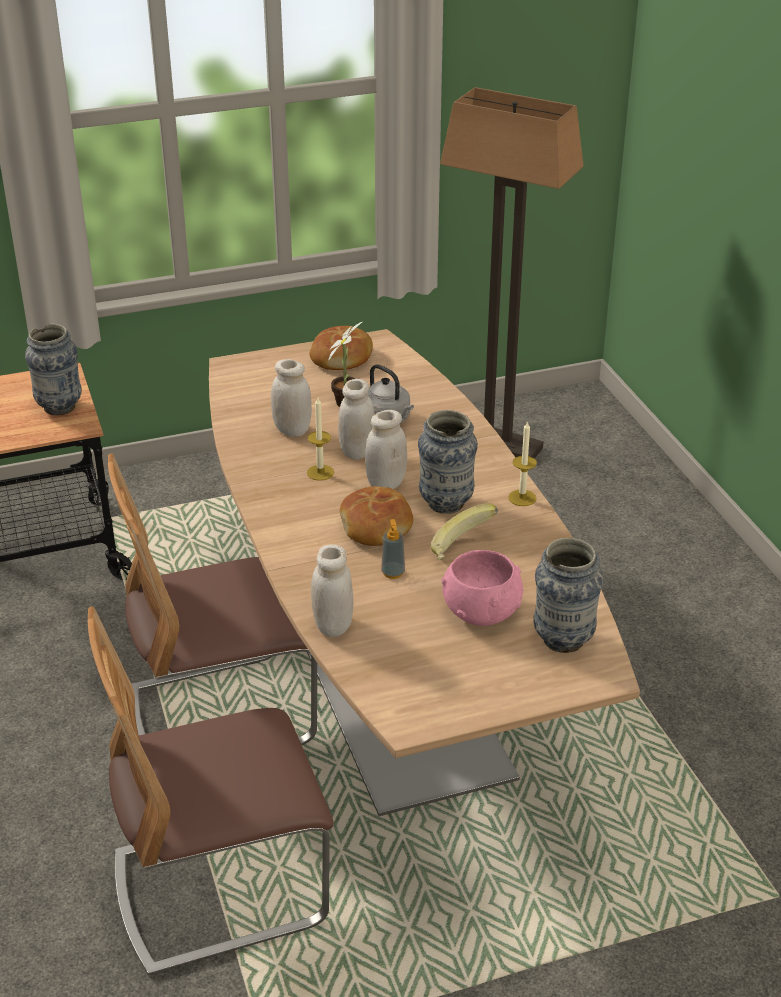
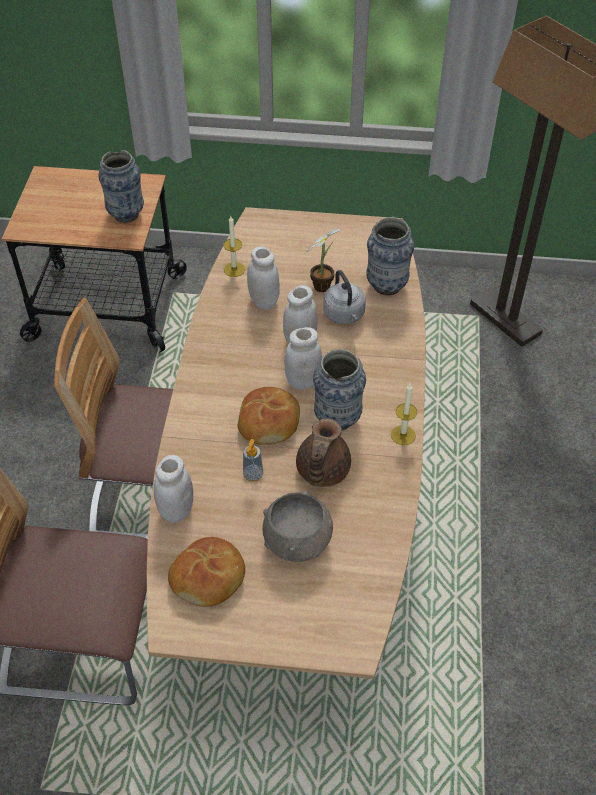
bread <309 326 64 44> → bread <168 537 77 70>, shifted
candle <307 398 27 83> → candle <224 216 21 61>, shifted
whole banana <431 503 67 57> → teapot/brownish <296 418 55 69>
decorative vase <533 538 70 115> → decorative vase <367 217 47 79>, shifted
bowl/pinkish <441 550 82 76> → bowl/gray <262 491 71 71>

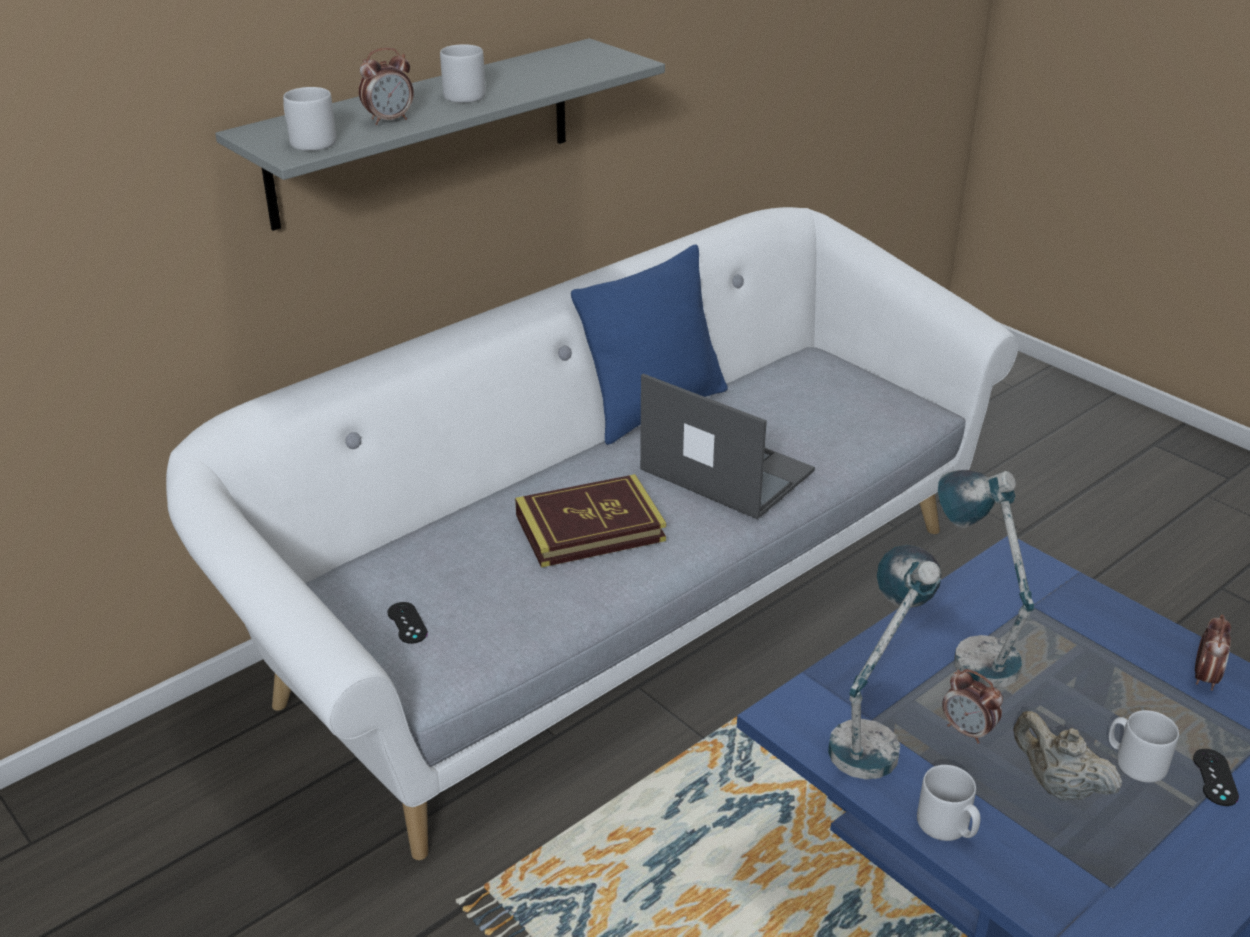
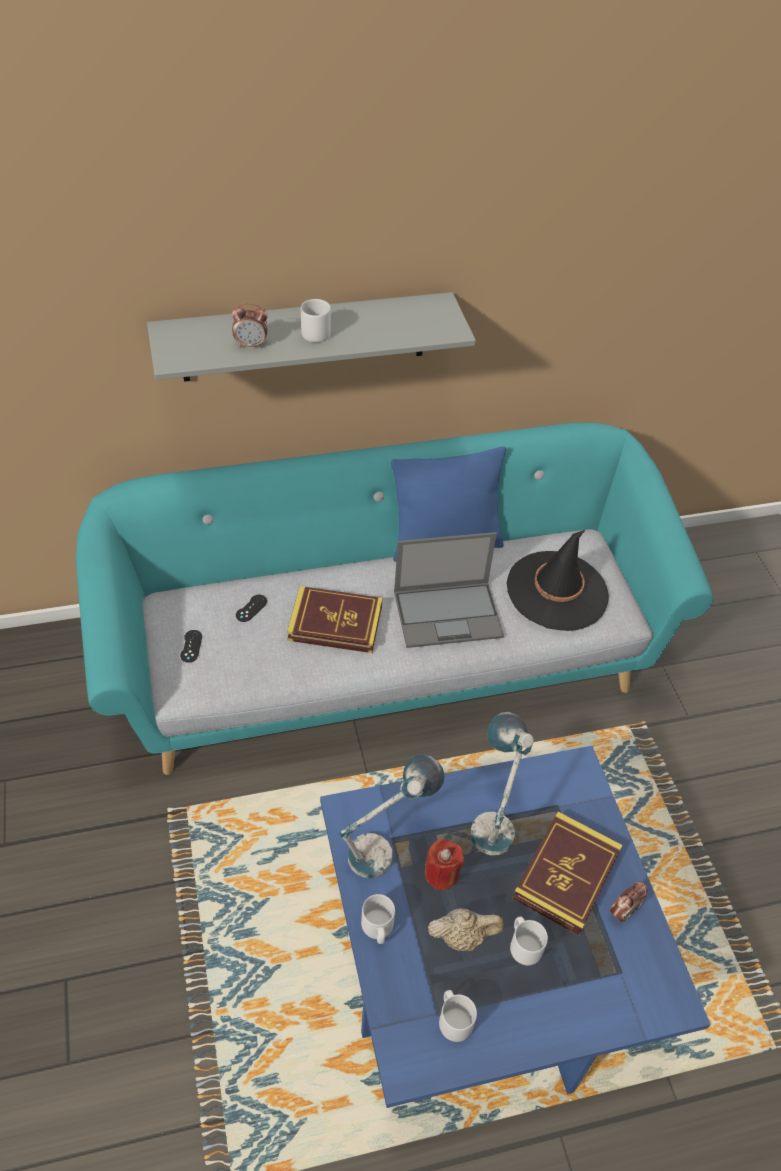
coffee mug/gray <283 87 53 64> → coffee mug/gray <439 990 38 52>, shifted
couch/white-coloured <166 207 852 653> → couch/turquoise <76 423 637 352>
notebook computer <640 374 175 145> → notebook computer <394 532 110 116>, 105 degrees clockwise
alarm clock <942 669 61 75> → candle/red-coloured <425 839 39 51>
teapot/beige-coloured <1013 711 109 90> → teapot/beige-coloured <428 908 77 43>, 105 degrees clockwise
gamepad/black-coloured <1193 749 46 57> → gamepad/black-coloured <236 595 31 27>, shifted
- → wearable hat/black-coloured <506 530 103 101>
- → volume <512 812 110 124>

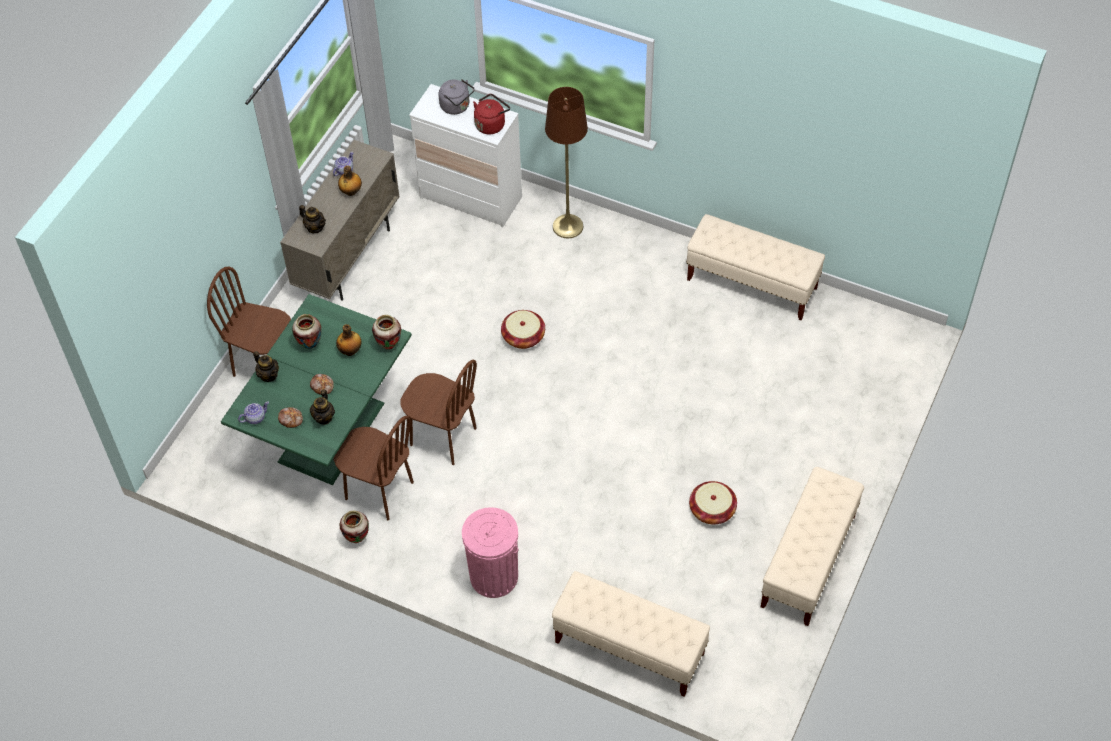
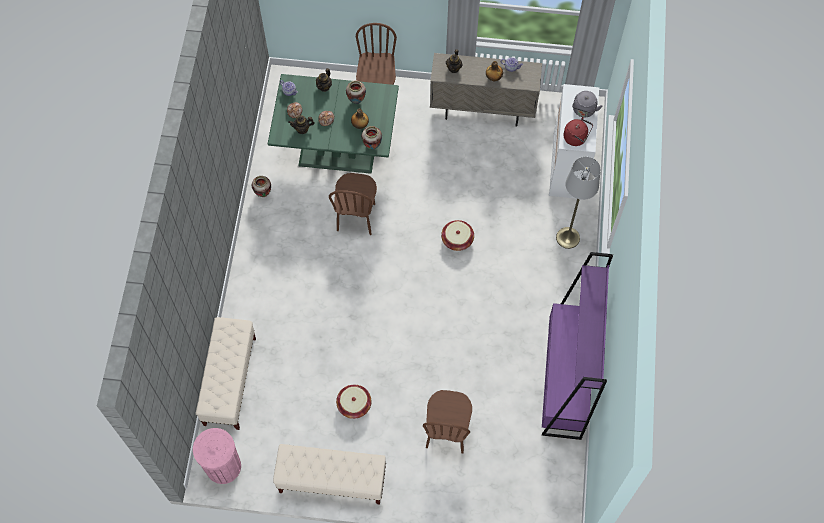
standing lamp/brownish <545 87 43 151> → standing lamp/gray <556 157 45 92>
indoor bench/beige-coloured <686 214 139 106> → bookcase/purple-coloured <542 252 71 188>
upright chair/brownish <334 416 80 104> → upright chair/brownish <423 390 49 64>, shifted
waste bin/pinkish <462 507 56 91> → waste bin/pinkish <193 428 48 56>, shifted

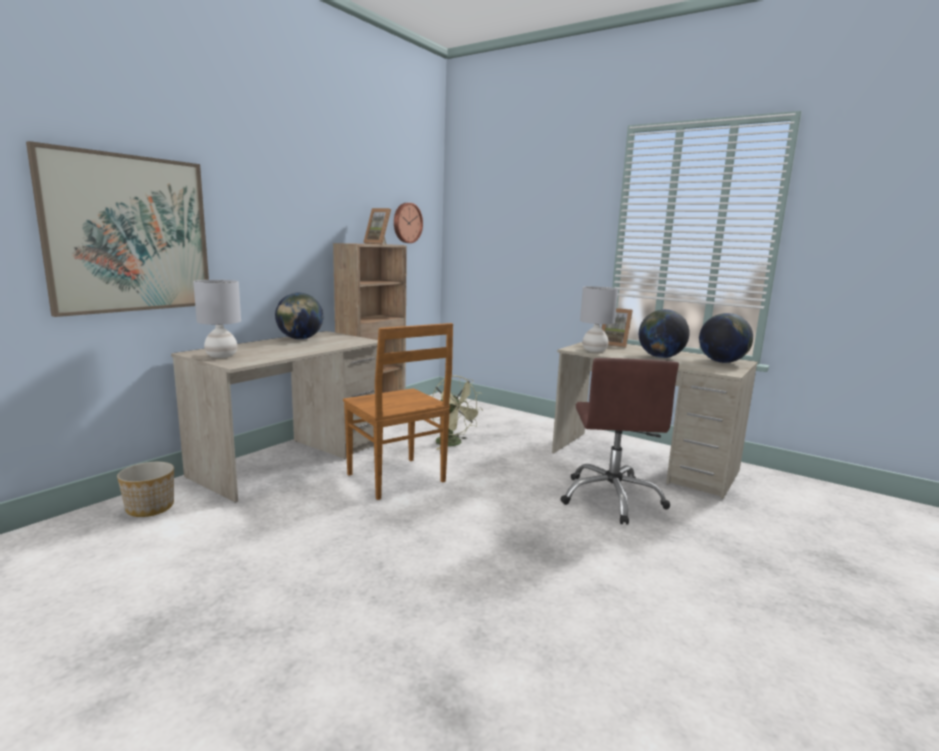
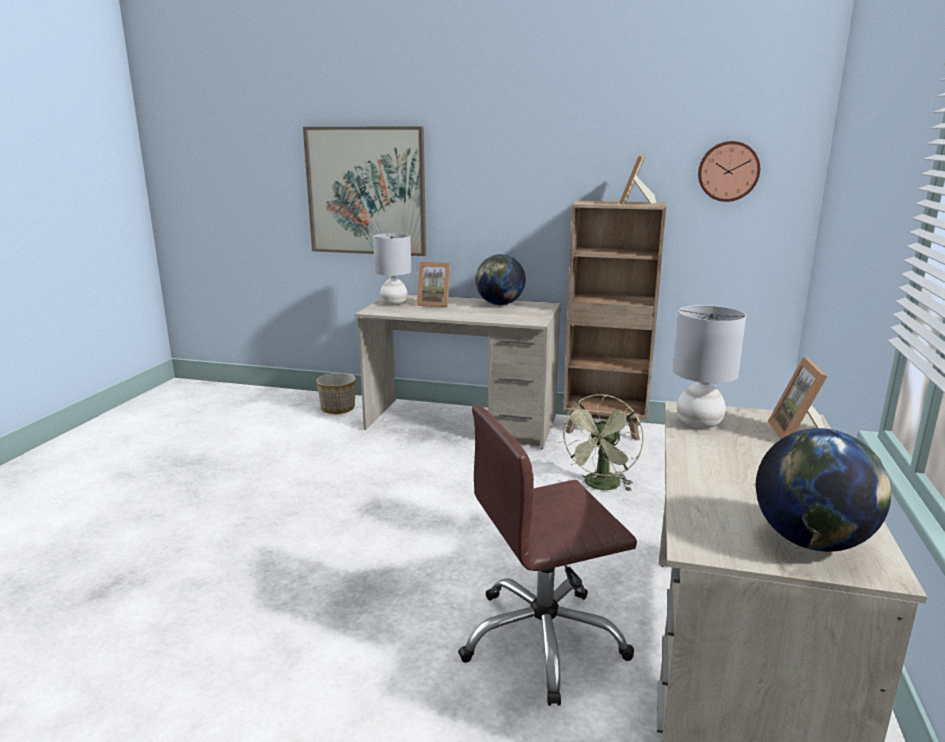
globe <639 309 51 49> → -
upright chair/brownish <343 323 110 177> → -
- → picture frame <417 262 33 45>

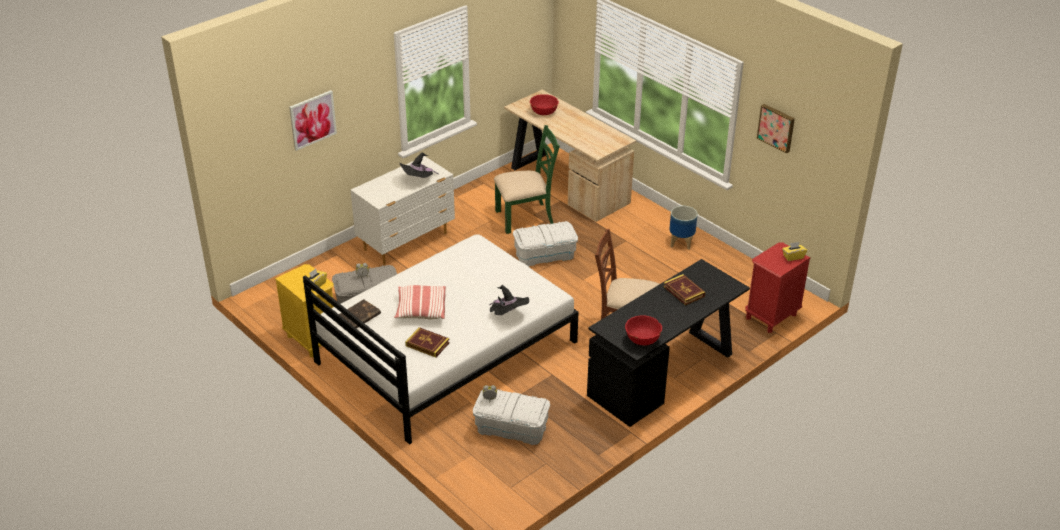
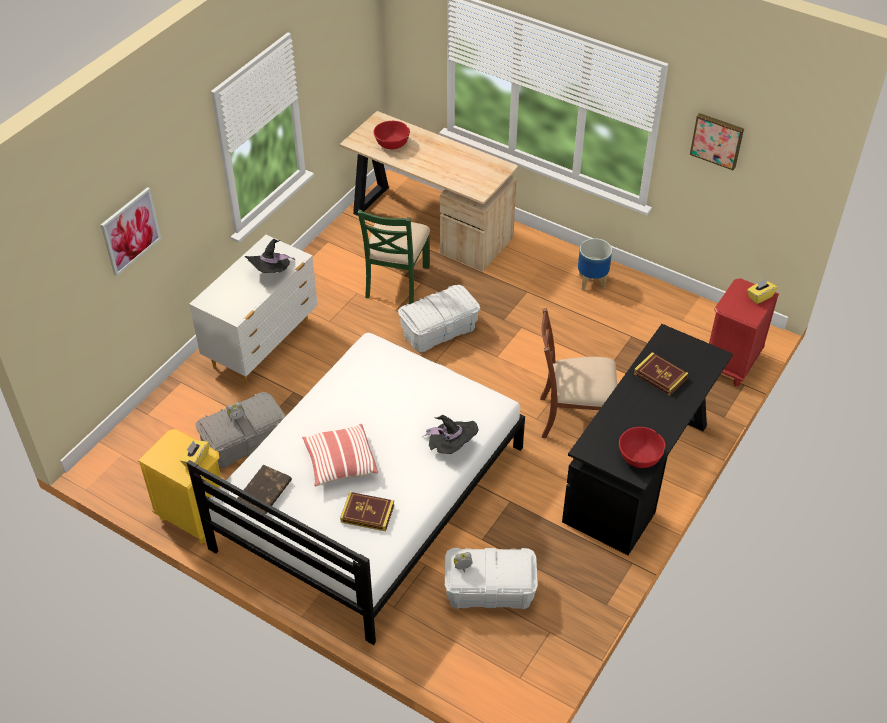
upright chair/green-coloured <494 125 66 109> → upright chair/green-coloured <358 210 72 94>, 135 degrees clockwise

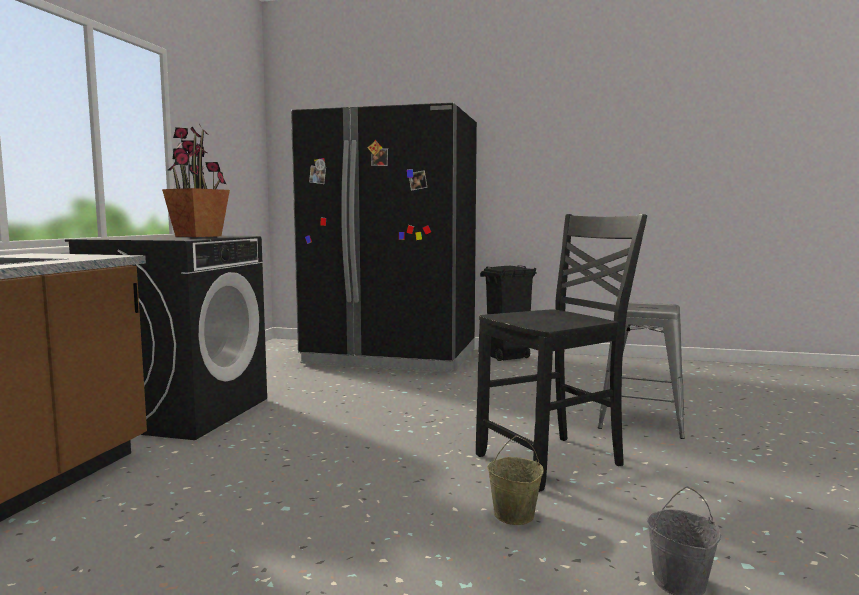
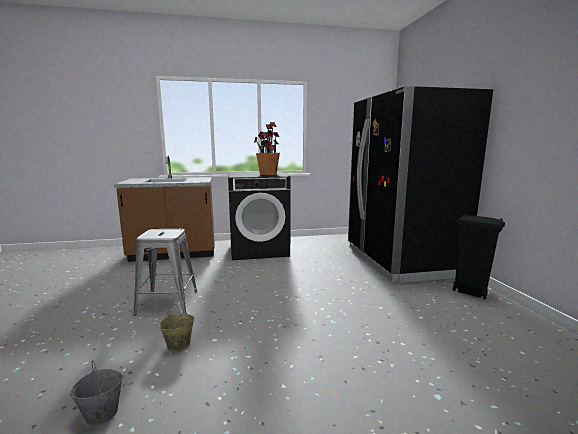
upright chair/black-coloured <476 214 171 278> → -
sitting stool/gray <598 302 87 137> → sitting stool/gray <133 229 64 86>, shifted

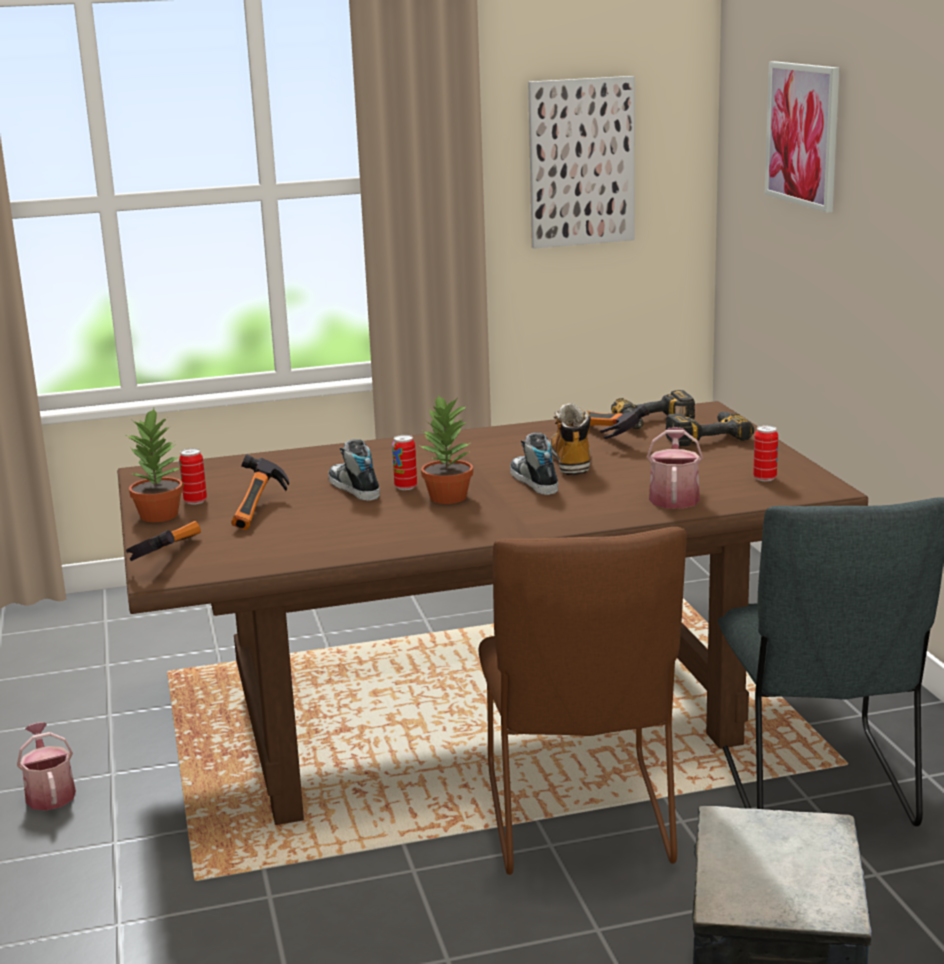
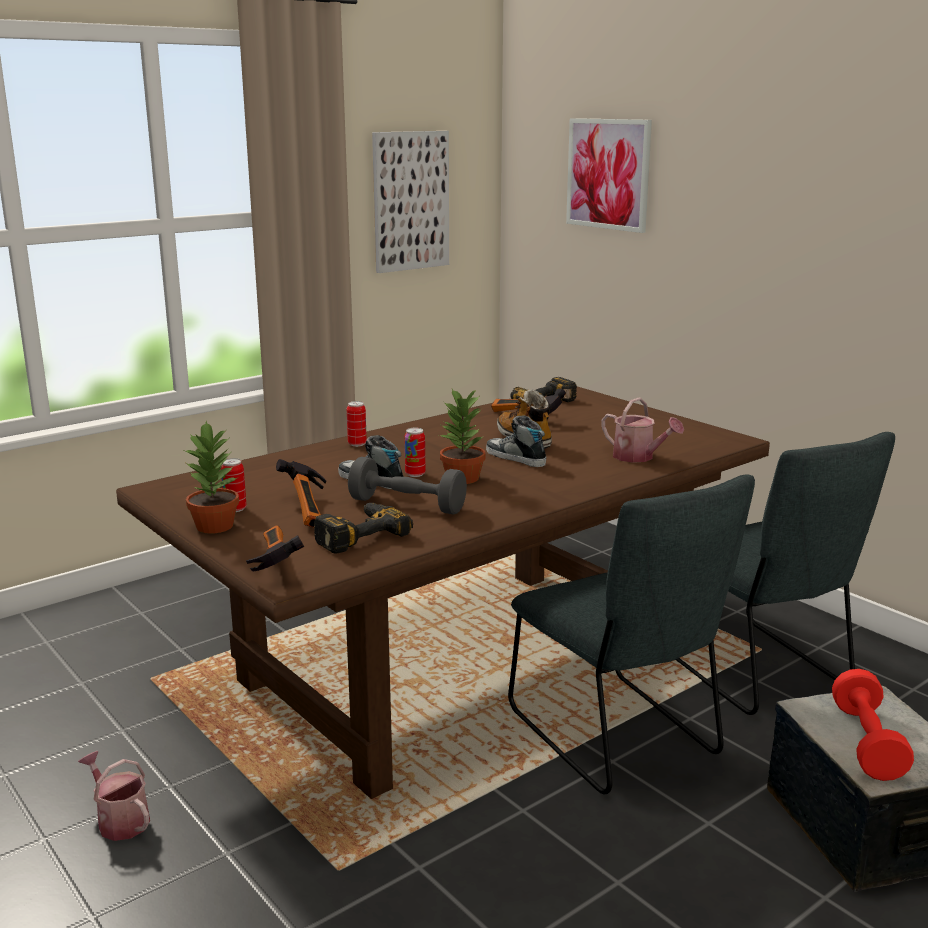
drill <666 411 88 35> → drill <314 503 99 50>, shifted
metal can <753 425 25 56> → metal can <347 401 20 46>, shifted
watering can <647 427 56 82> → watering can <601 398 83 65>, 150 degrees clockwise
upright chair/brownish <478 527 209 348> → upright chair/gray <508 474 247 320>
- → free weight/gray <348 457 119 58>
- → free weight/red-coloured <832 669 82 112>

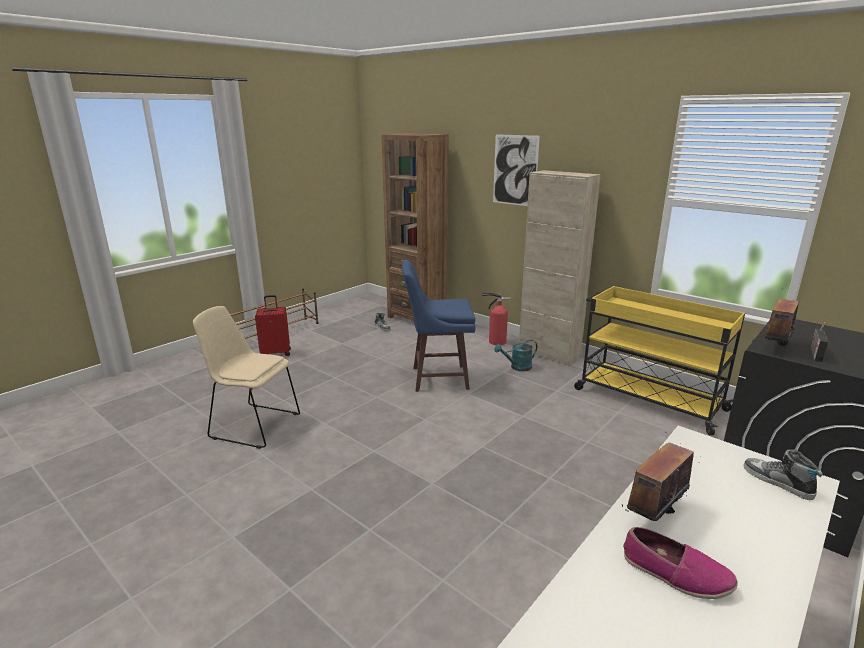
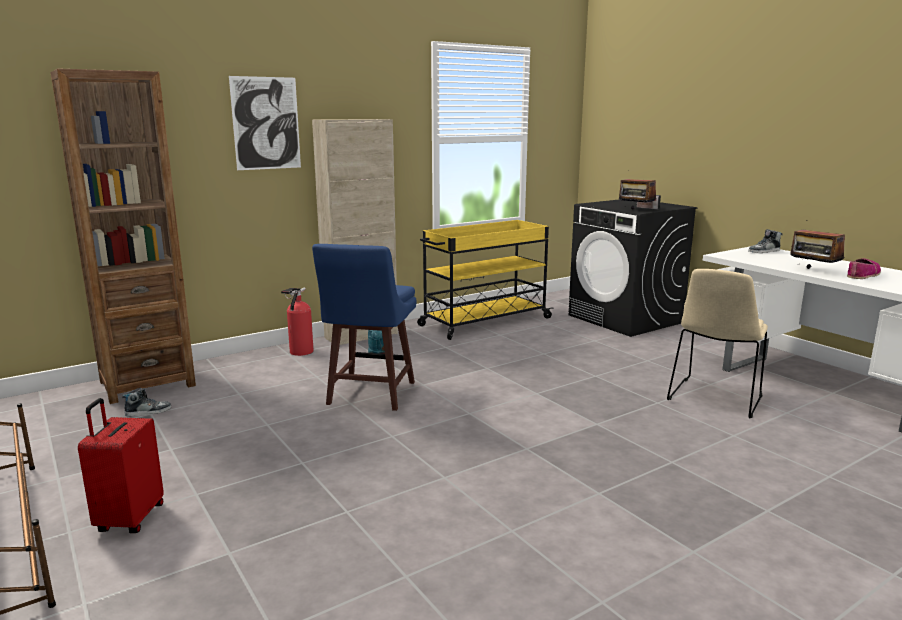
upright chair/beige-coloured <193 306 107 143> → upright chair/beige-coloured <667 269 101 149>, shifted

